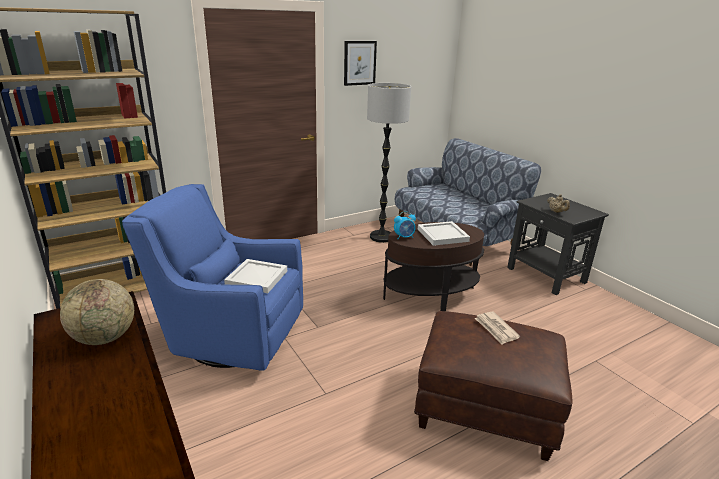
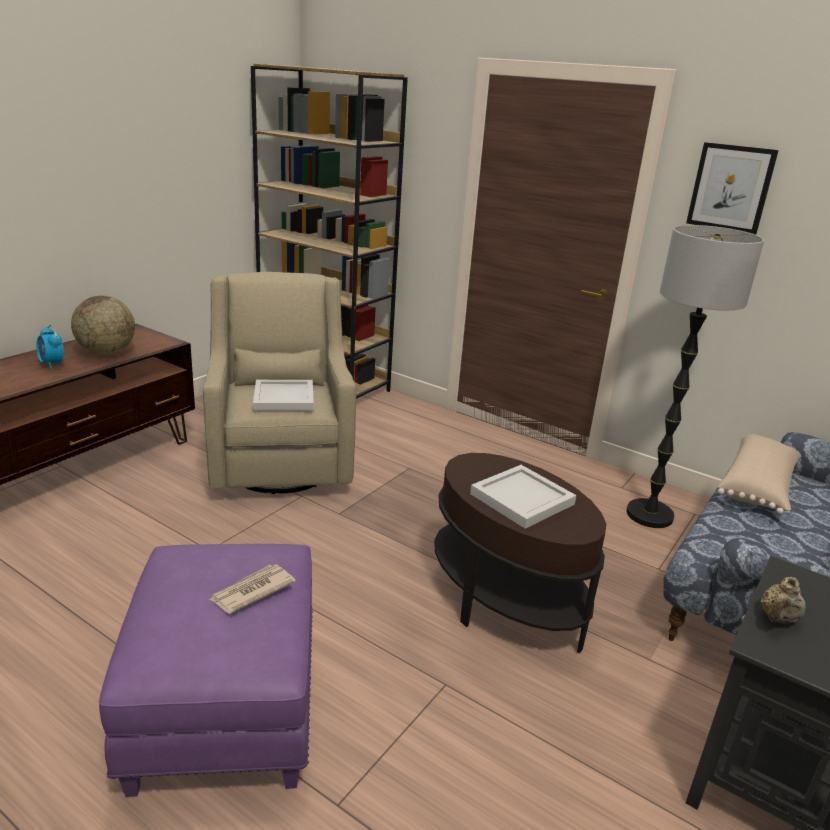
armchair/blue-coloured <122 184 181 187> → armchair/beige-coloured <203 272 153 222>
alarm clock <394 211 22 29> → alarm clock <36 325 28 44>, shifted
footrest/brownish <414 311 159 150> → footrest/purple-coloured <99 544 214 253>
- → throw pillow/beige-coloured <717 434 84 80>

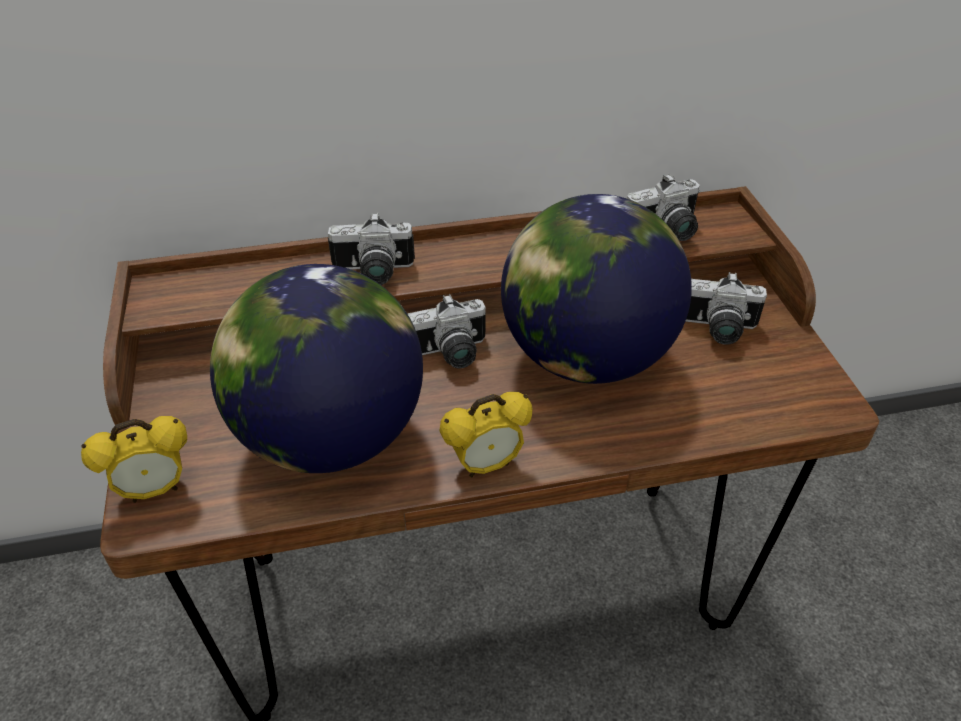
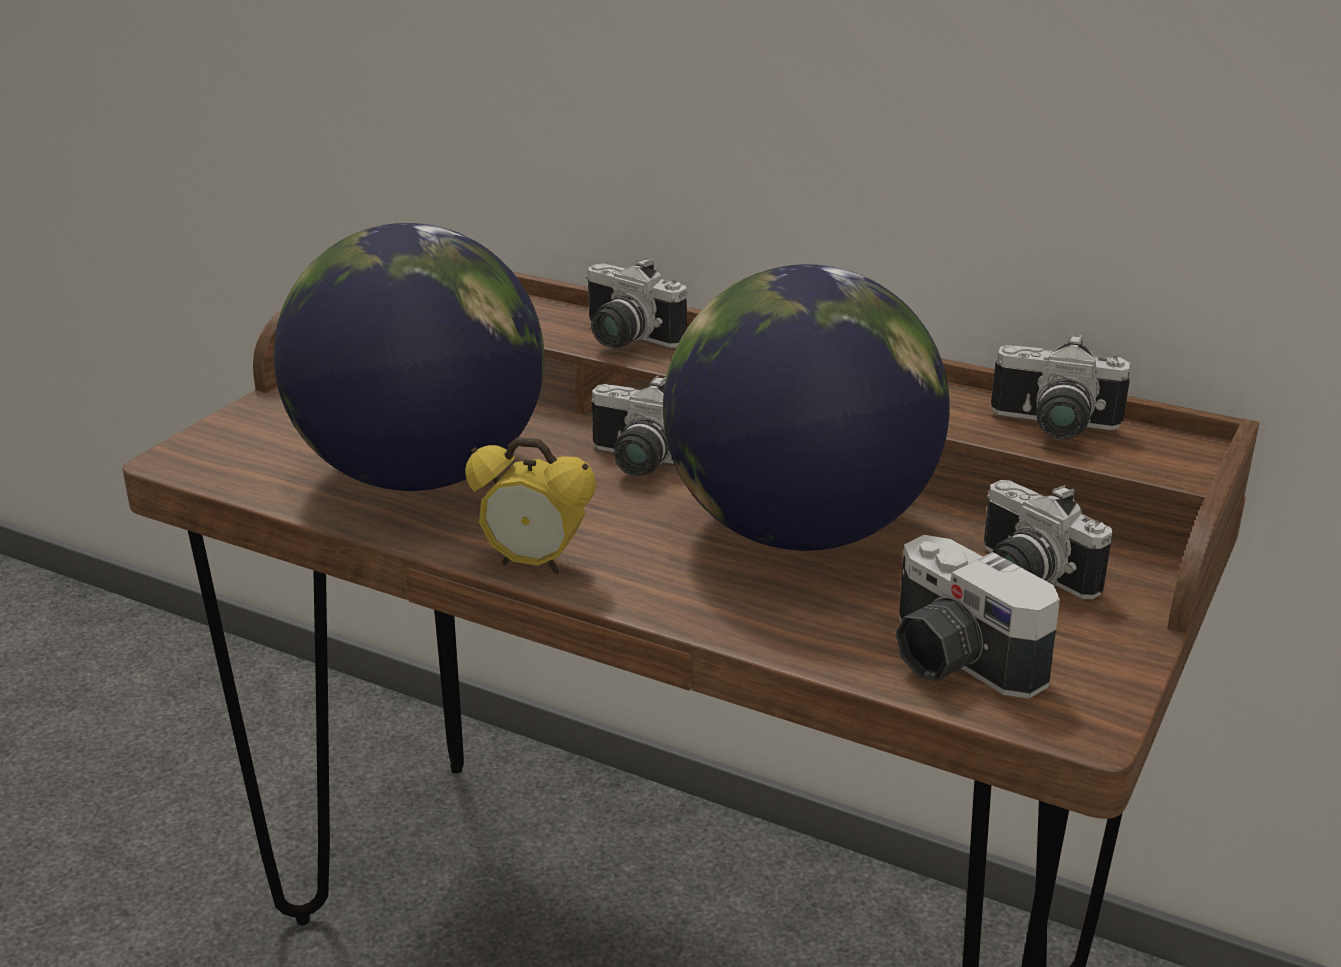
alarm clock <81 416 106 87> → -
- → photo camera <895 535 165 164>

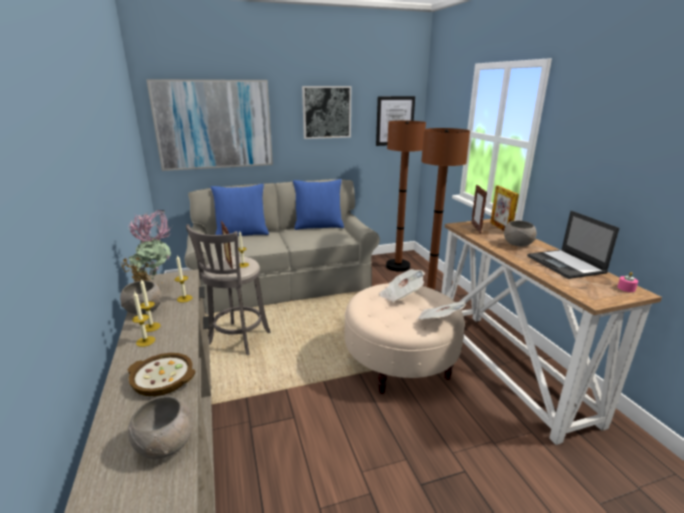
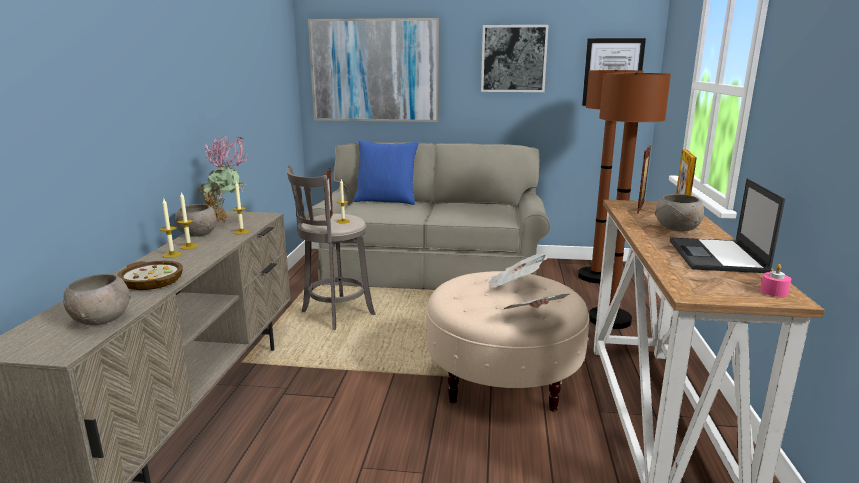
throw pillow/blue-coloured <293 179 51 51> → -

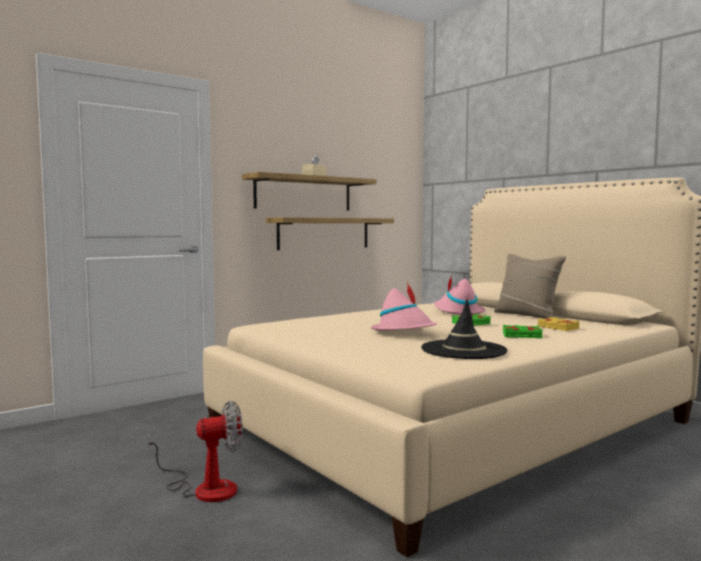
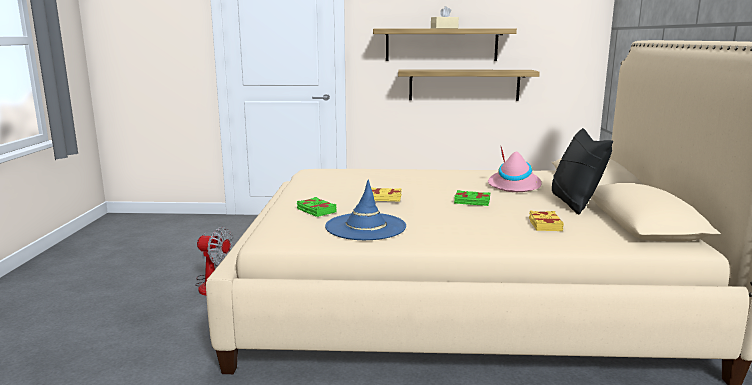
throw pillow/beige-coloured <494 254 72 65> → throw pillow/black-coloured <552 128 61 86>
wearable hat/pinkish <371 283 66 48> → volume/yellow <371 187 30 15>
wearable hat/black-coloured <421 299 87 60> → wearable hat/blue-coloured <325 179 81 61>
volume/green-coloured <503 325 40 13> → volume/green-coloured <297 197 40 20>, shifted

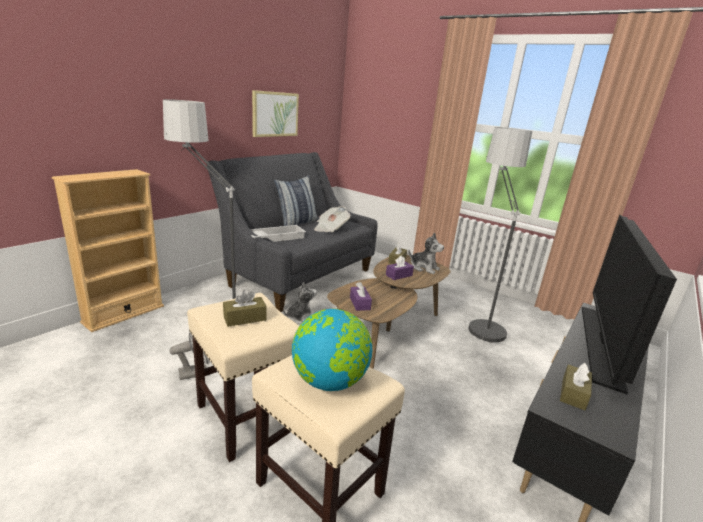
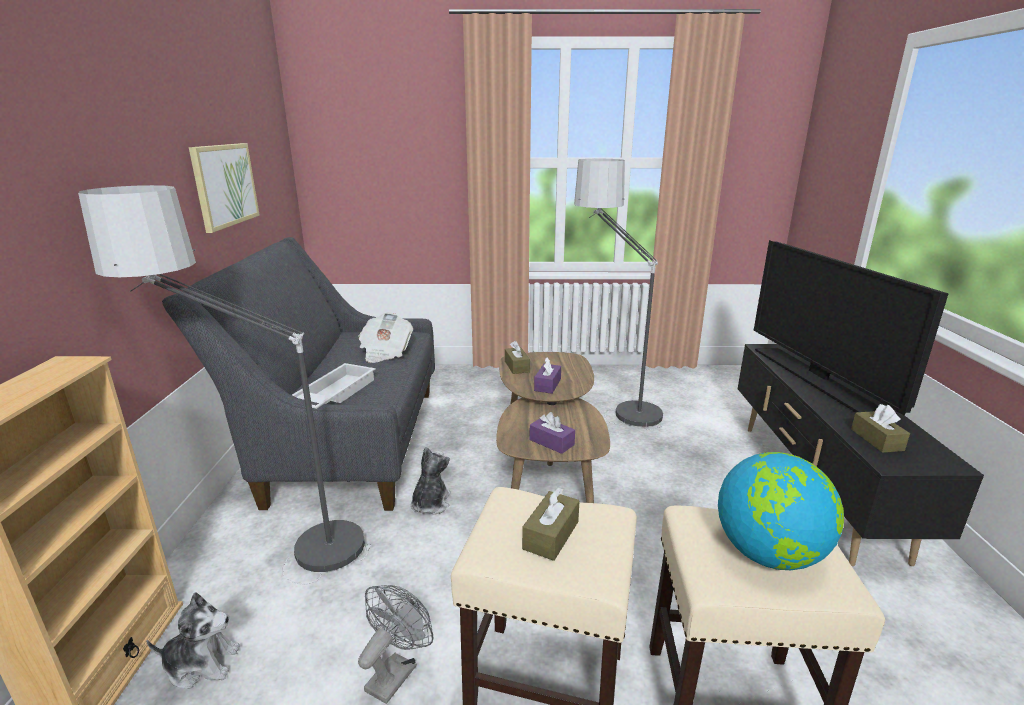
throw pillow <274 175 44 51> → -
cuddly toy <408 233 36 41> → cuddly toy <146 592 94 97>, shifted

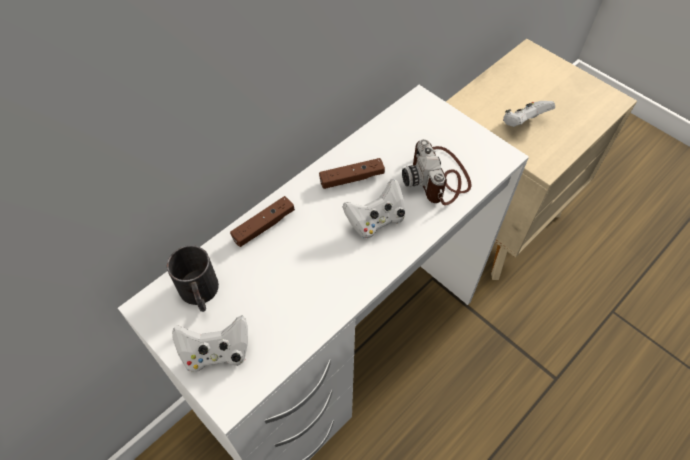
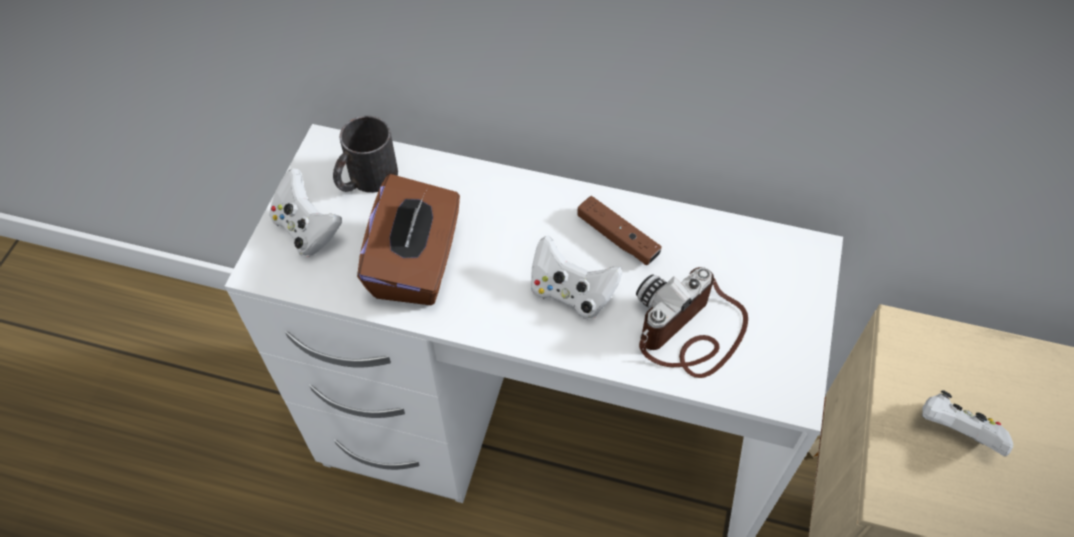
gamepad/brownish <230 196 65 51> → -
- → tissue holder/brownish <357 174 103 131>

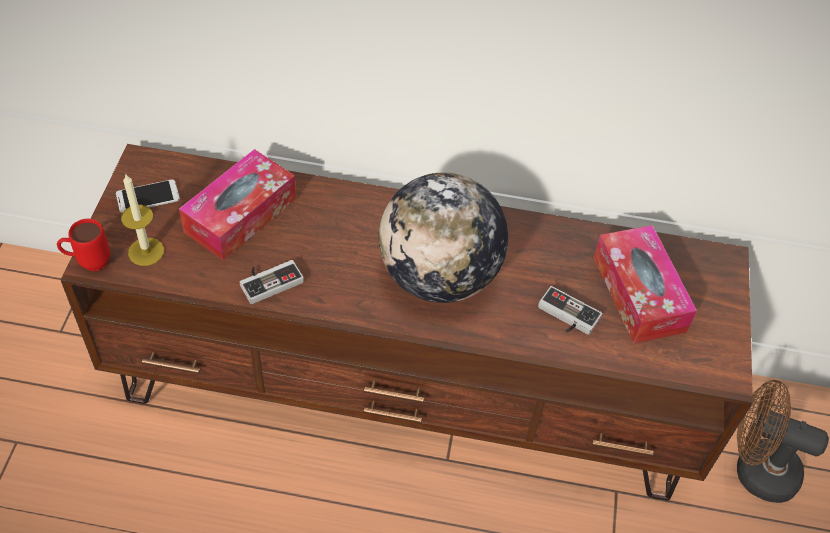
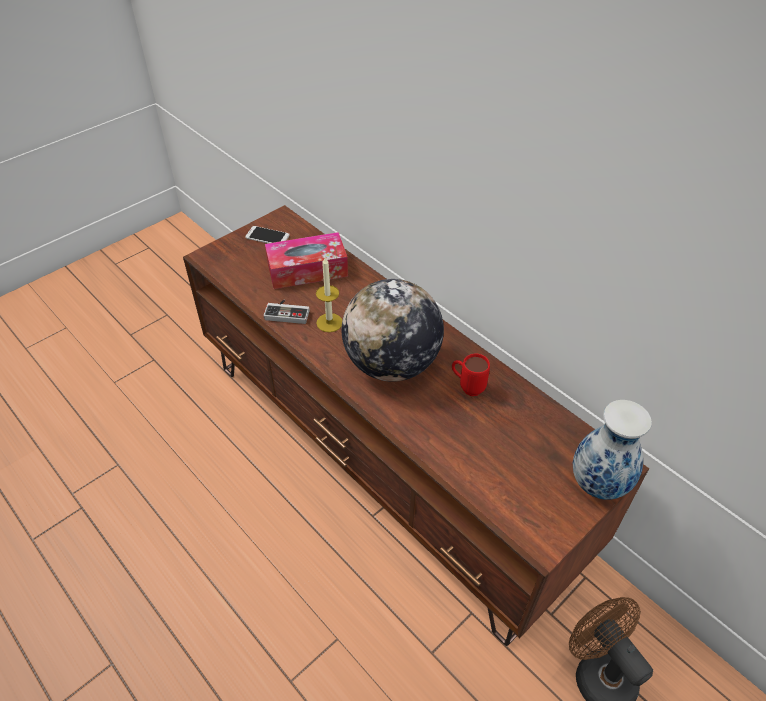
candle <121 175 43 91> → candle <316 257 26 75>, shifted
coffee mug/red-coloured <57 219 53 52> → coffee mug/red-coloured <452 354 38 42>, shifted
tissue holder <594 225 103 119> → -
gamepad <538 286 64 49> → -
- → decorative vase <573 400 79 100>

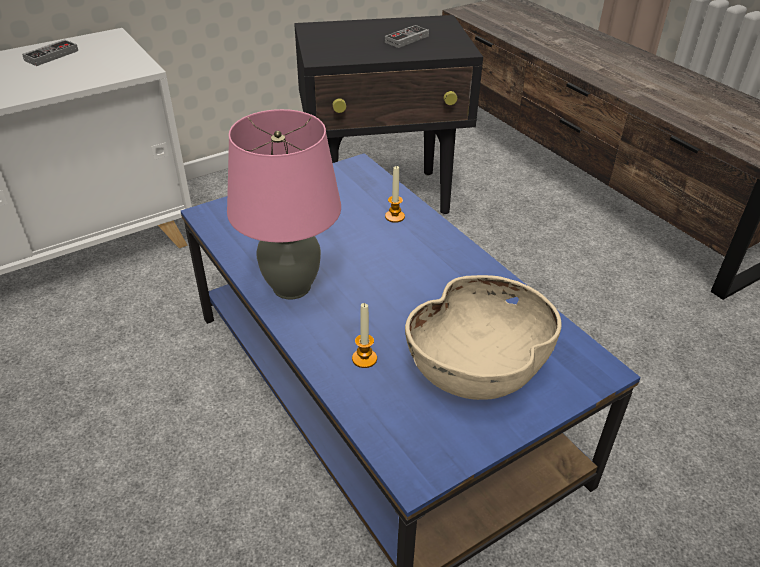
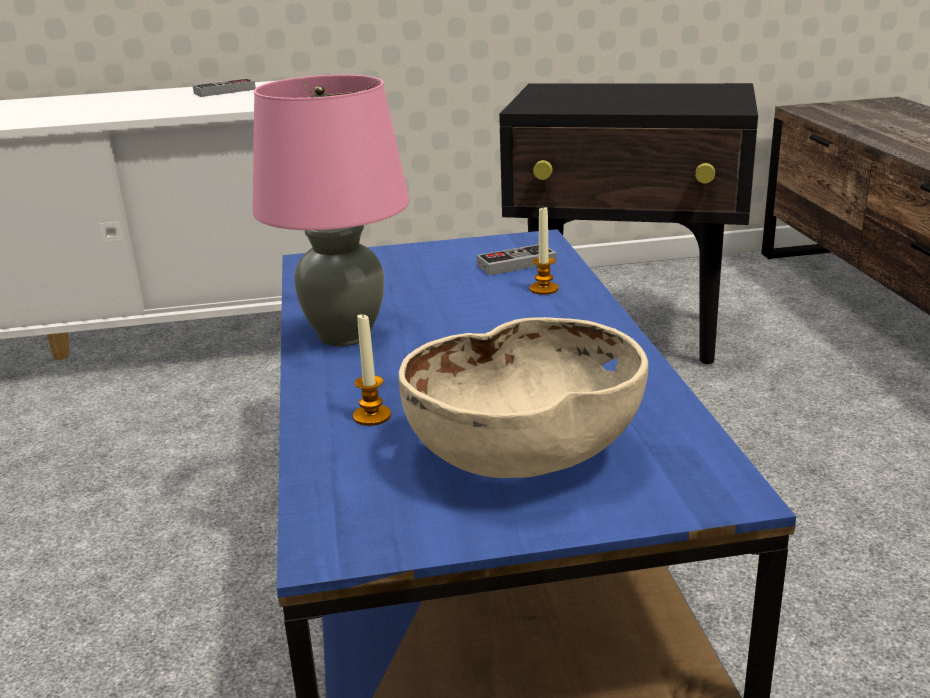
gamepad <385 25 44 23> → gamepad <477 244 80 31>, shifted

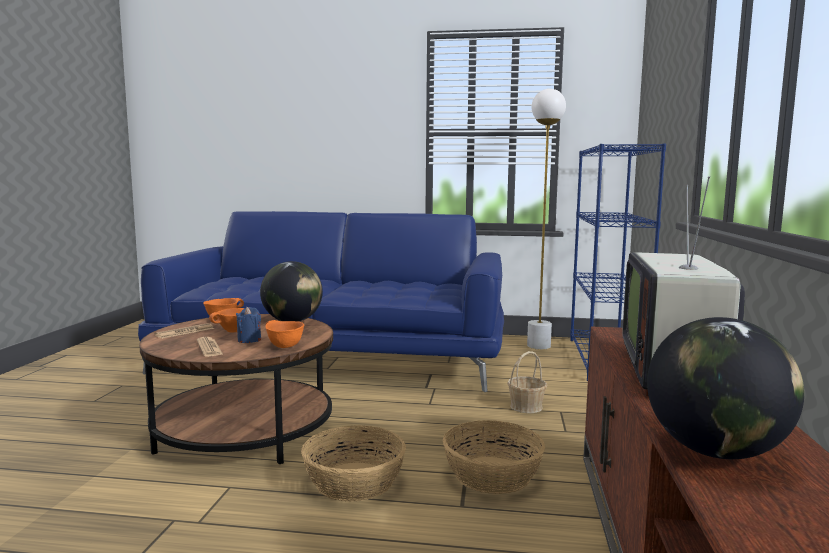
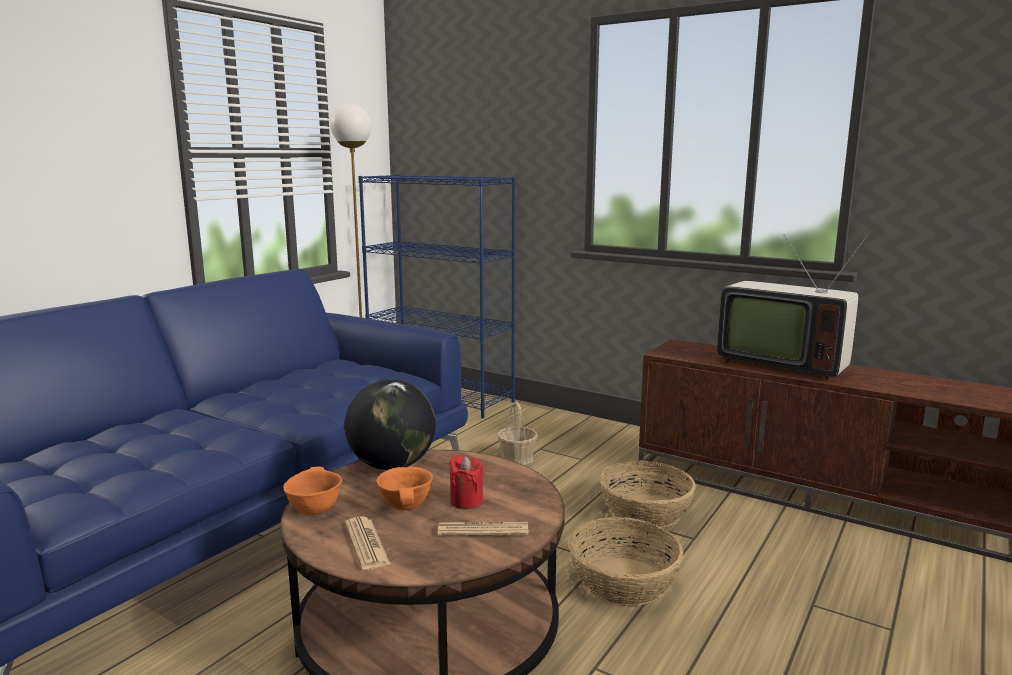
candle/blue-coloured <236 307 25 36> → candle/red-coloured <449 455 34 54>
globe <647 317 157 142> → -
bowl/orangey <265 320 39 28> → -

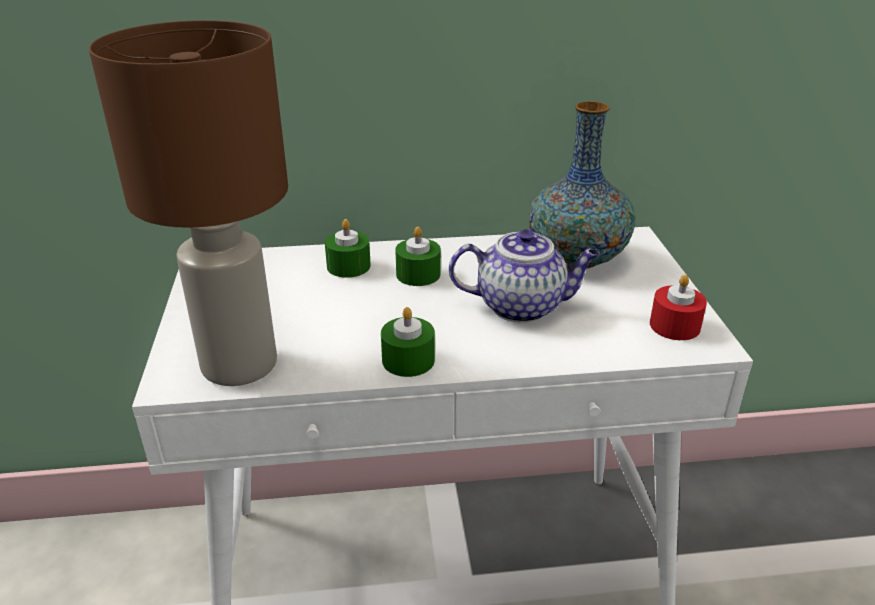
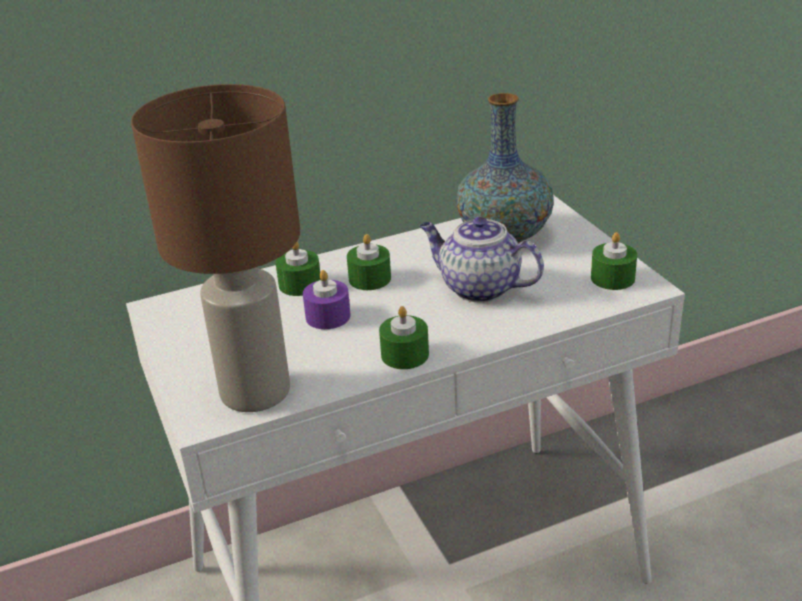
teapot <449 229 151 94> → teapot <420 217 124 86>, 135 degrees counterclockwise
candle/red-coloured <650 275 57 65> → candle/green-coloured <591 232 46 58>
- → candle/purple-coloured <303 270 48 59>

